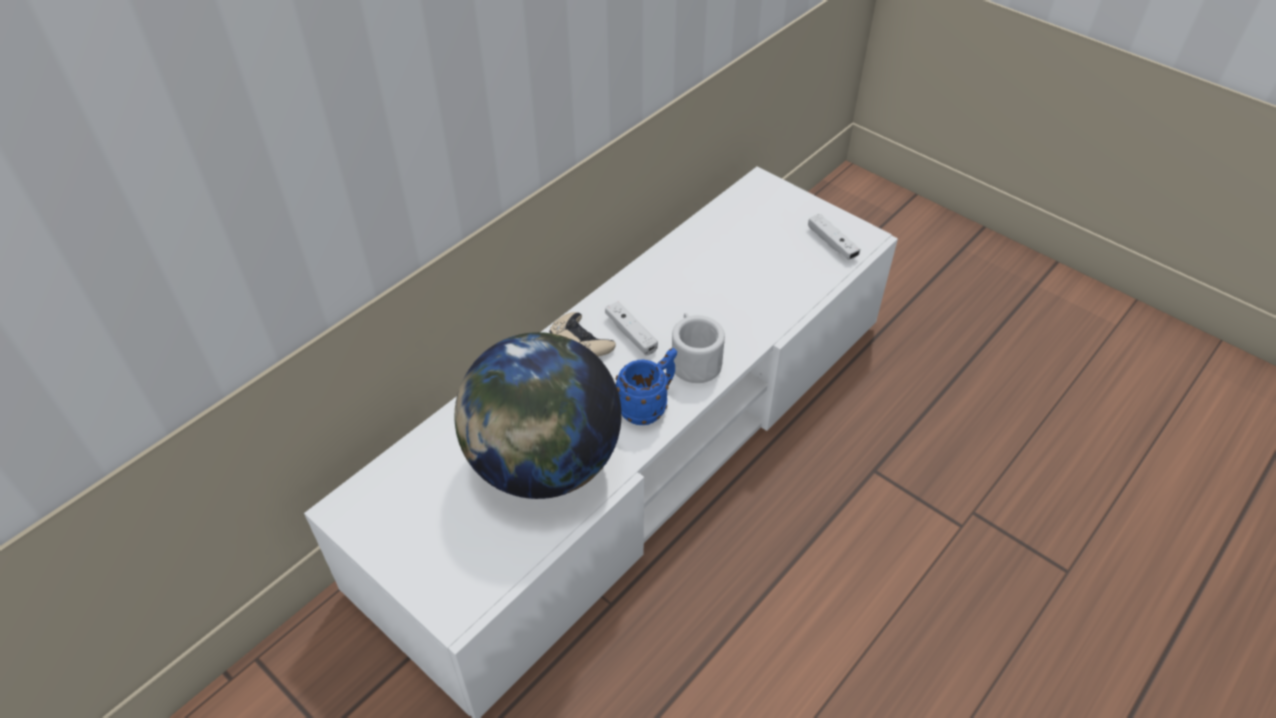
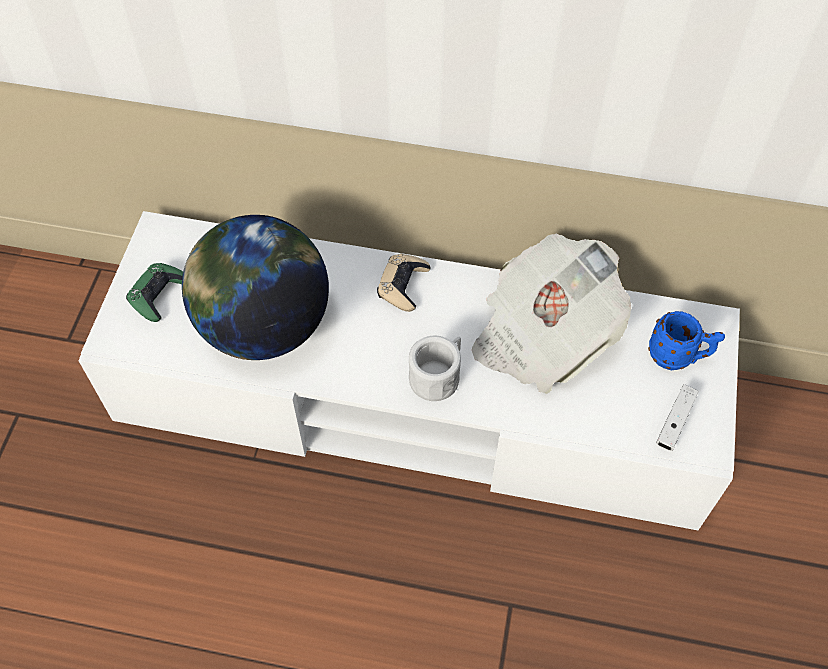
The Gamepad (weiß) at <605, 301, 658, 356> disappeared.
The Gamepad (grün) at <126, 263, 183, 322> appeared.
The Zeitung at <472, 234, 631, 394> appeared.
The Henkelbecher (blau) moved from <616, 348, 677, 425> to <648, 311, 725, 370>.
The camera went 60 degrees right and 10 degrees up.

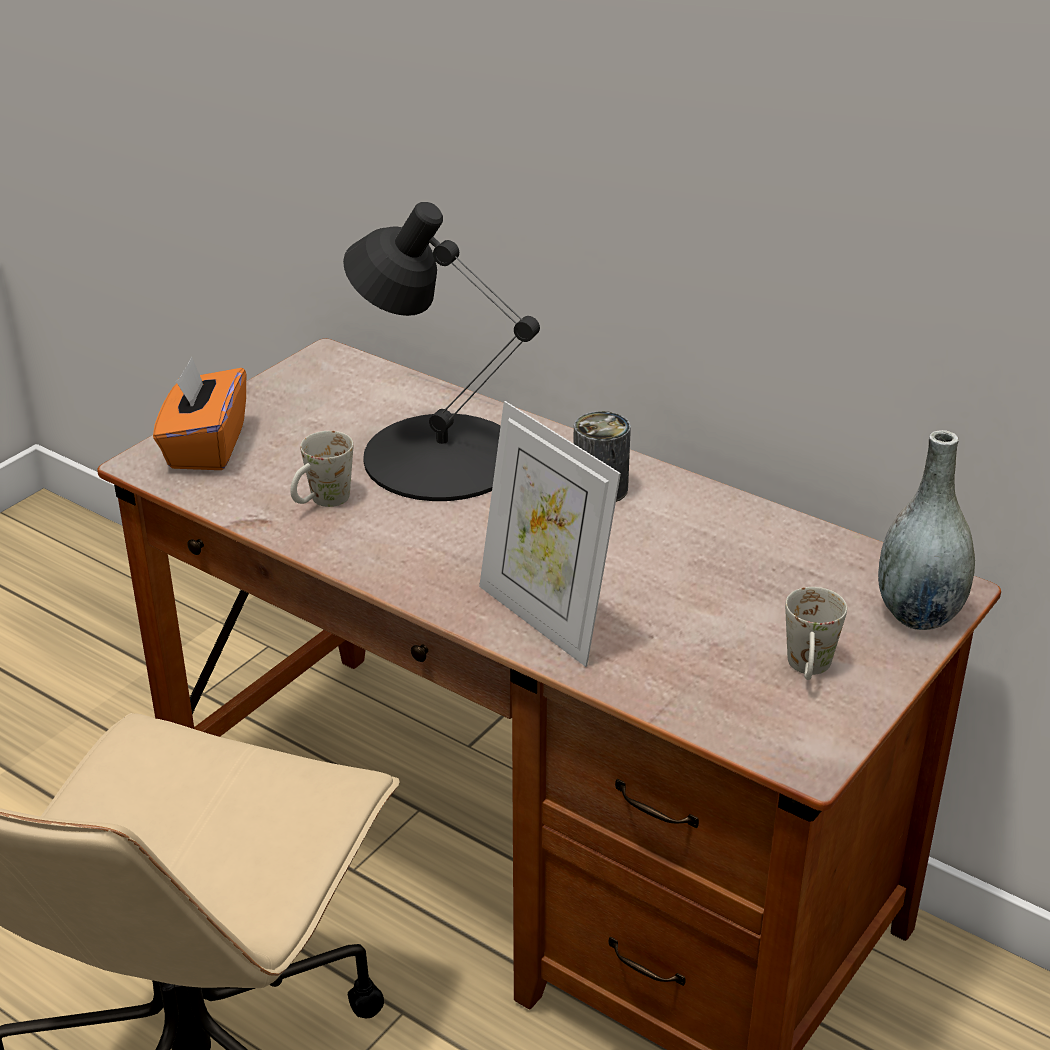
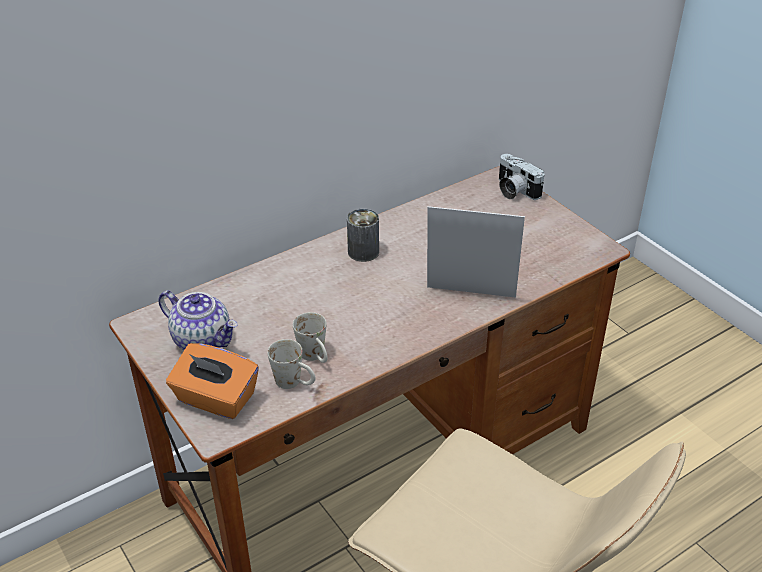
The Tischlampe (schwarz) at <343, 202, 540, 501> disappeared.
The Teekanne at <159, 290, 238, 350> appeared.
The Henkelbecher (weiß) moved from <785, 587, 847, 680> to <267, 339, 316, 389>.
The Vase (grau) at <878, 430, 975, 630> was replaced by the Kamera at <499, 154, 544, 200>.
The Bilderrahmen at <479, 401, 621, 667> turned 150 degrees counterclockwise.
The camera went 70 degrees left and 5 degrees up.

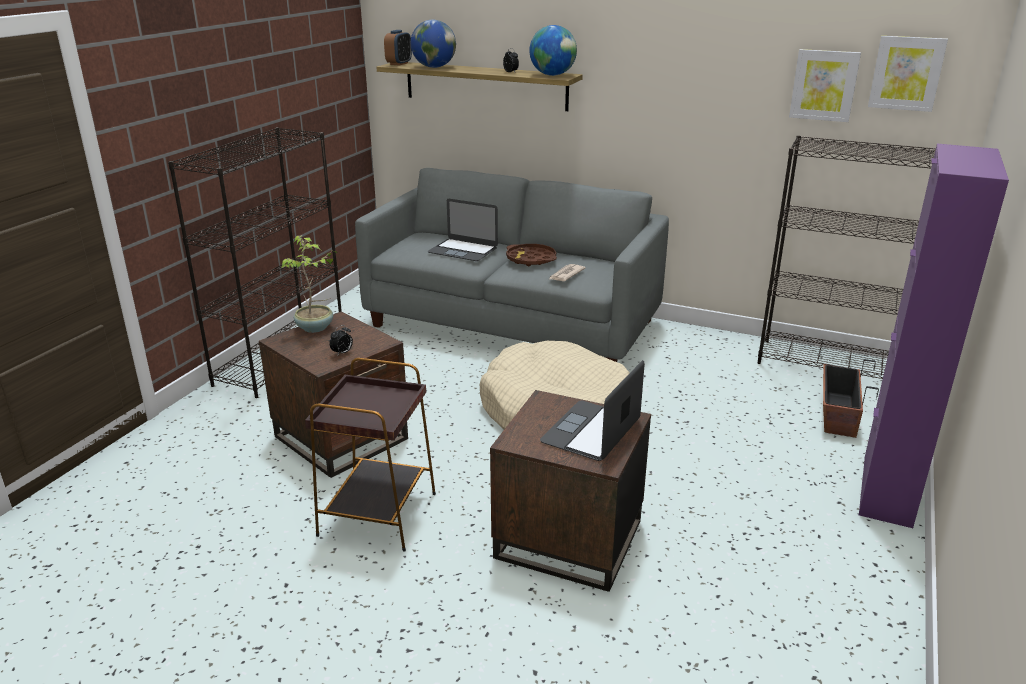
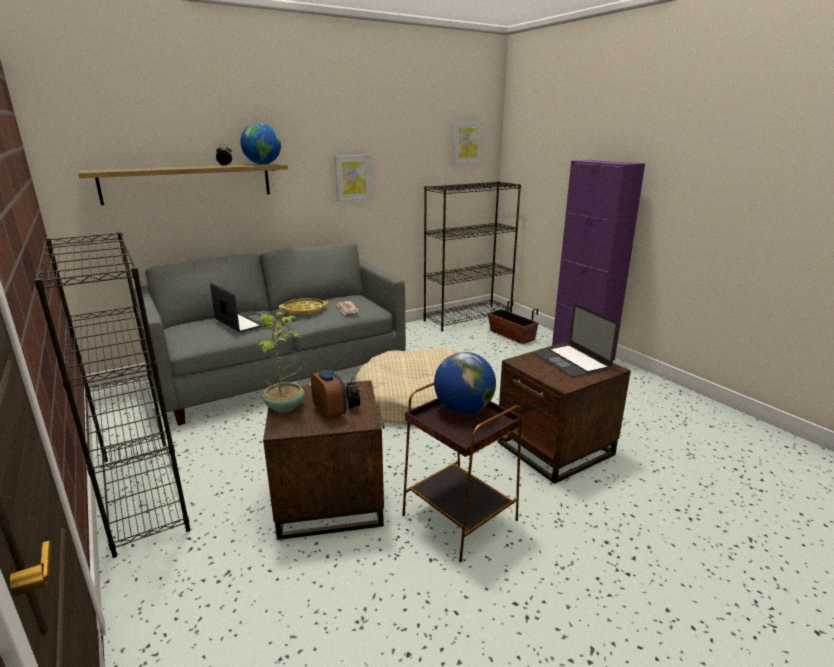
The Wecker moved from <384, 30, 412, 66> to <311, 370, 347, 420>.
The Globus moved from <411, 20, 456, 68> to <434, 352, 496, 414>.
The Bild moved from <789, 49, 861, 122> to <335, 155, 372, 202>.
The Tablett (braun) at <506, 244, 557, 266> became the Tablett (gelb) at <279, 298, 328, 315>.
The Laptop at <428, 199, 498, 261> turned 105 degrees counterclockwise.
The camera went 55 degrees left and 5 degrees down.

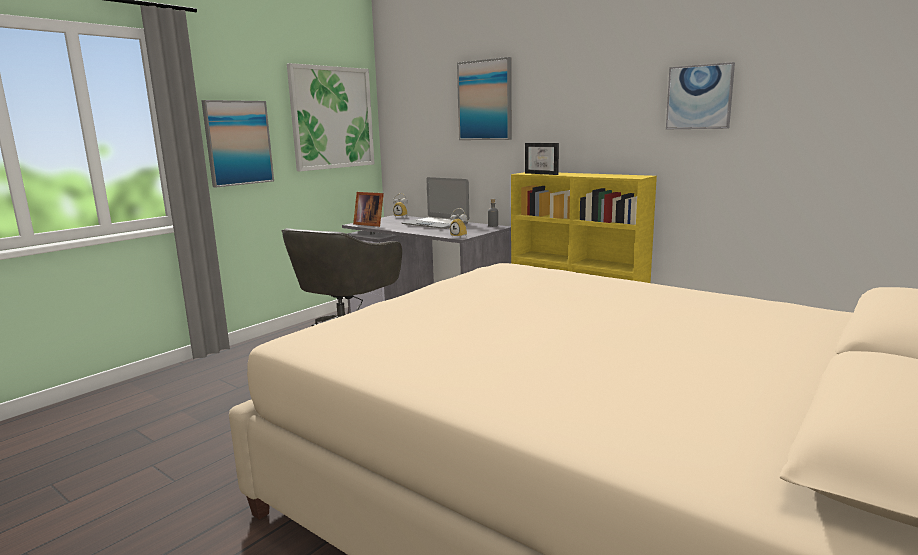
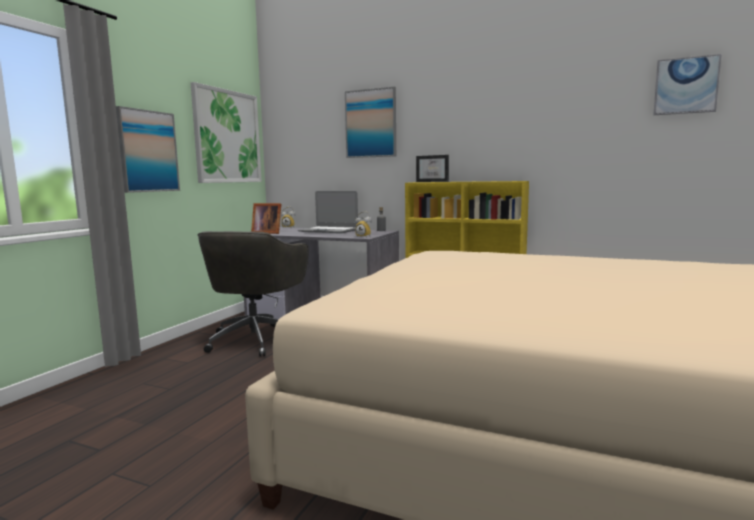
The Bild moved from <666, 62, 735, 130> to <653, 54, 722, 115>.
The camera went 15 degrees left and 5 degrees down.

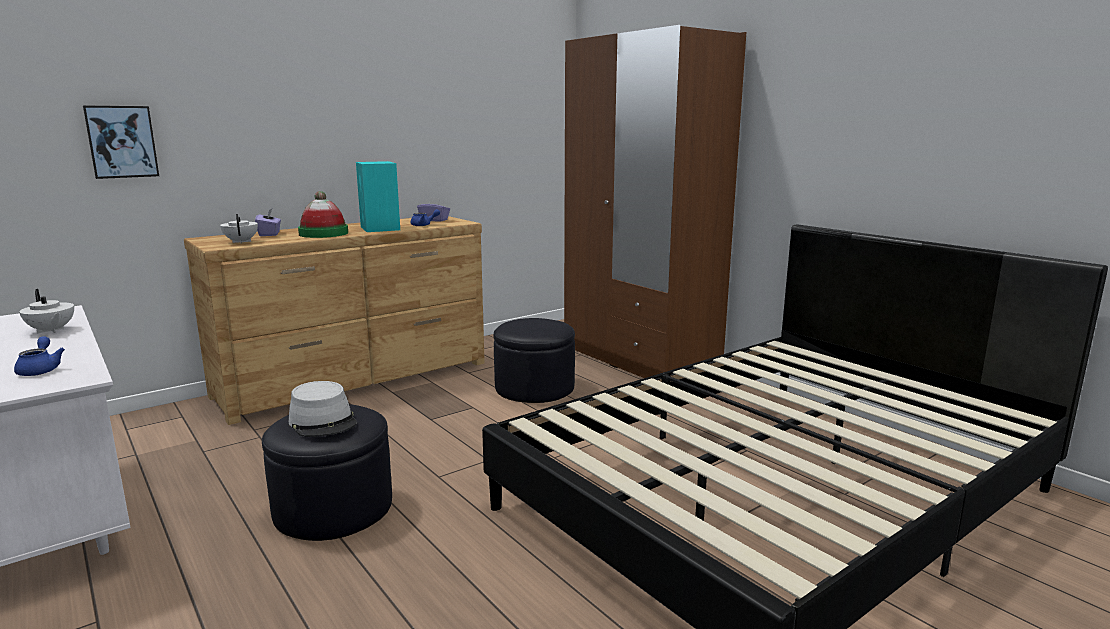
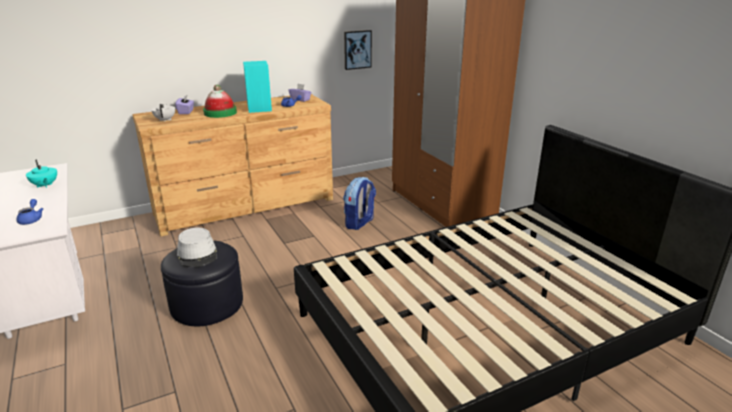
The Bild moved from <83, 106, 159, 179> to <344, 30, 372, 70>.
The Polsterhocker (schwarz) at <494, 318, 575, 403> was replaced by the Rucksack at <343, 177, 376, 230>.
The Teekanne (weiß) at <19, 289, 74, 333> became the Teekanne (türkis) at <26, 159, 57, 188>.
The camera went 10 degrees right and 10 degrees up.

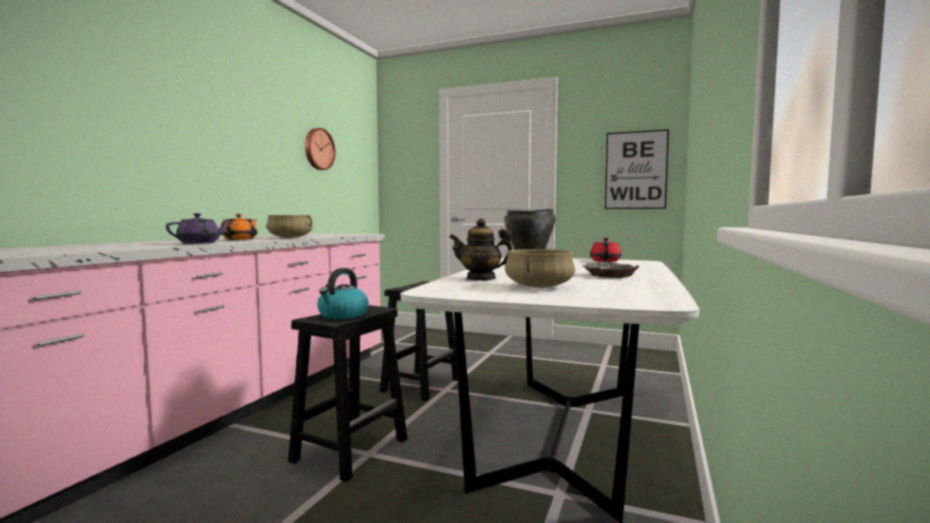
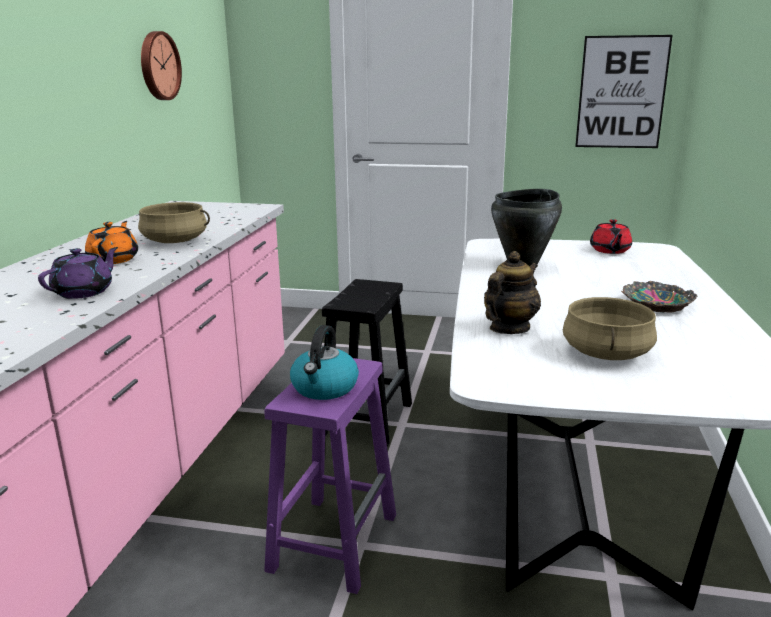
The Hocker (schwarz) at <288, 305, 407, 482> became the Hocker (lila) at <264, 358, 396, 594>.
The Teekanne at <449, 218, 512, 281> turned 135 degrees clockwise.
The camera went 10 degrees left and 15 degrees up.

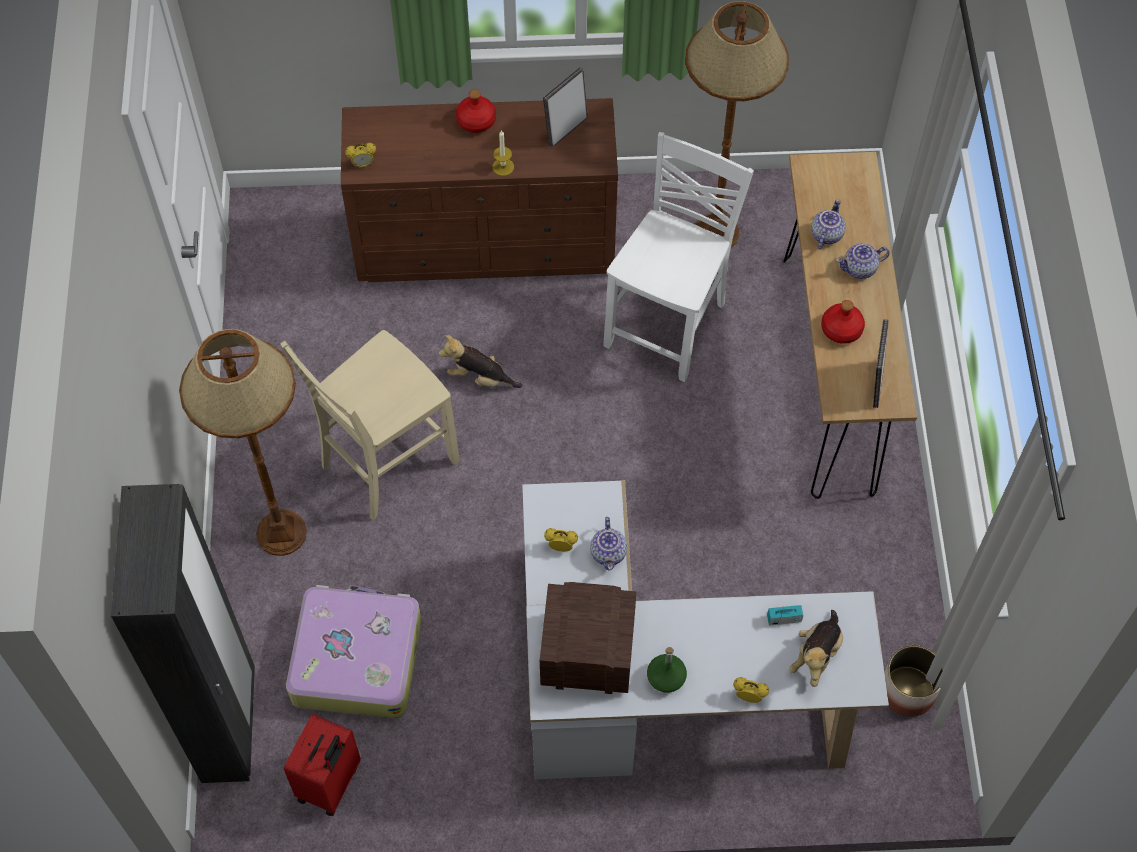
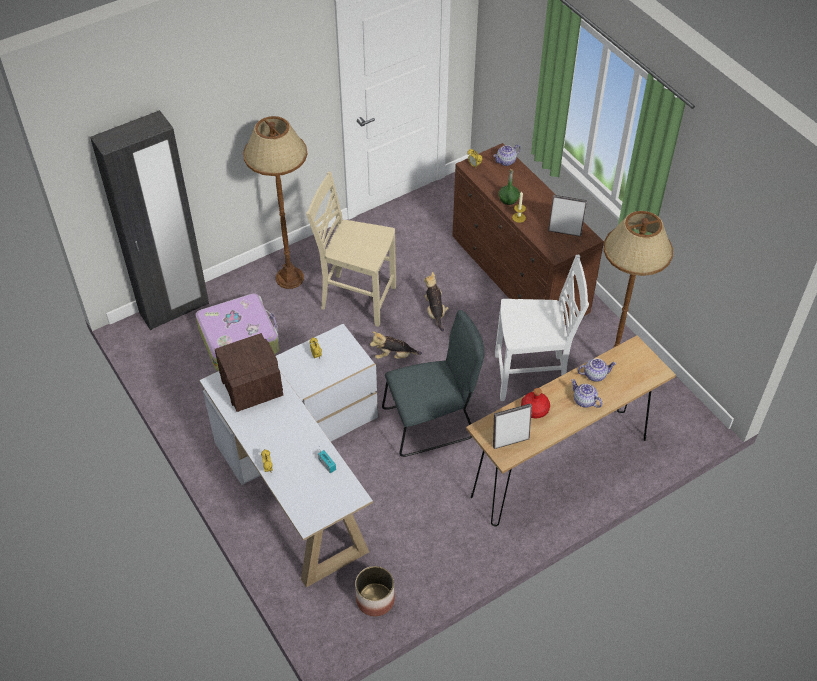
The Koffer (rot) at <284, 714, 361, 816> disappeared.
The Flasche (rot) at <456, 89, 496, 133> disappeared.
The Stuhl (grau) at <382, 310, 484, 457> appeared.
The Teekanne moved from <590, 517, 627, 570> to <493, 145, 521, 166>.
The Flasche (grün) moved from <647, 647, 687, 693> to <499, 169, 520, 205>.
The Plüschtier moved from <789, 610, 843, 687> to <370, 331, 422, 359>.
The camera went 60 degrees right and 10 degrees down.

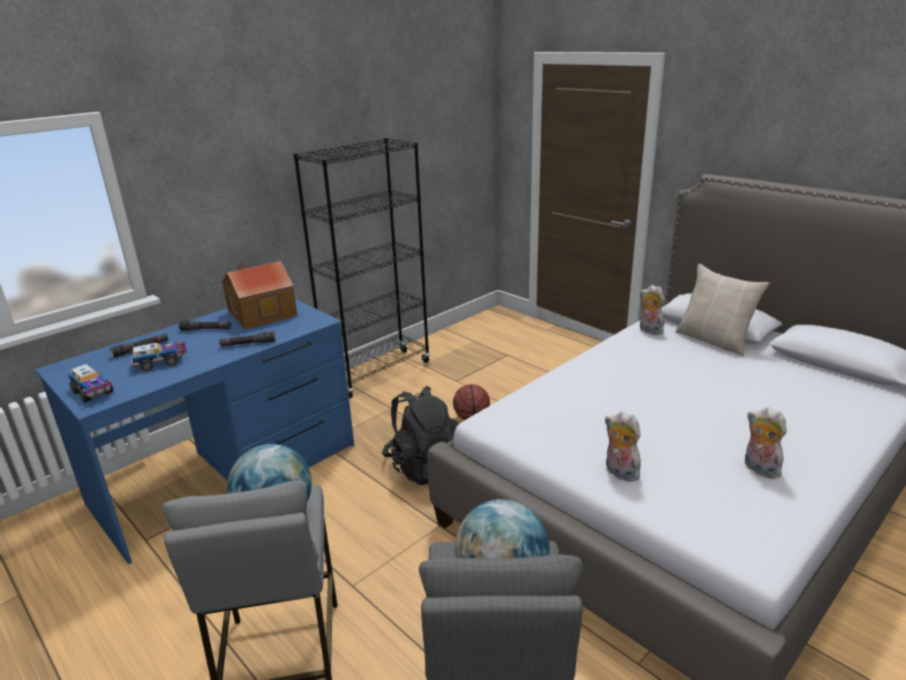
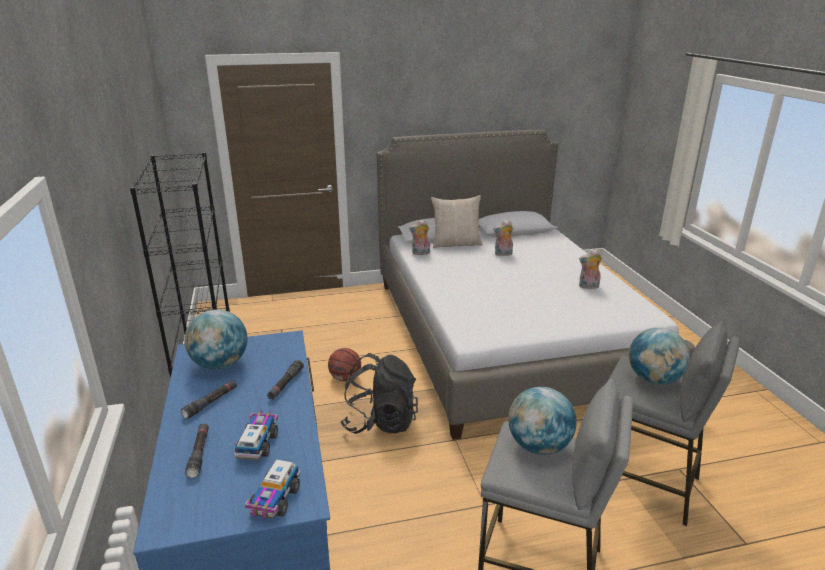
The Plüschtier moved from <605, 411, 642, 482> to <493, 220, 513, 256>.
The Spielzeughaus at <222, 261, 297, 330> was replaced by the Globus at <184, 309, 248, 370>.
The Spielzeuglaster at <69, 364, 113, 403> turned 120 degrees clockwise.
The camera went 60 degrees left and 0 degrees up.

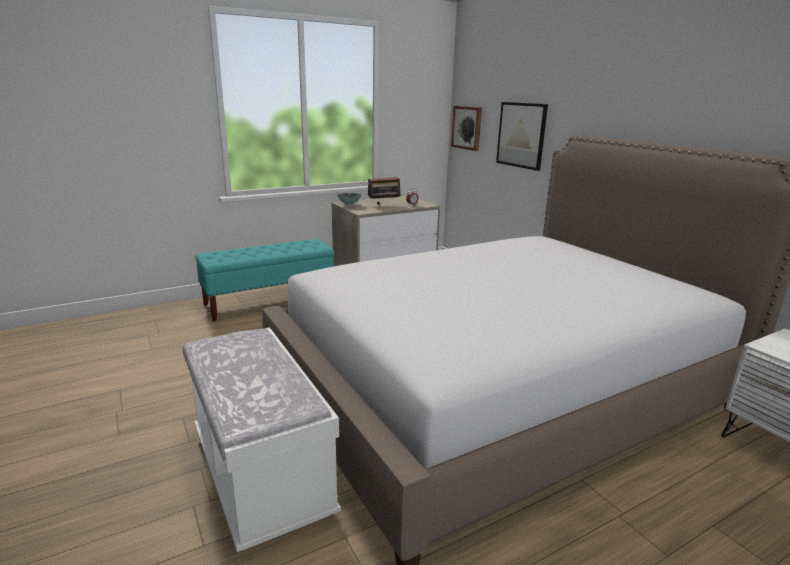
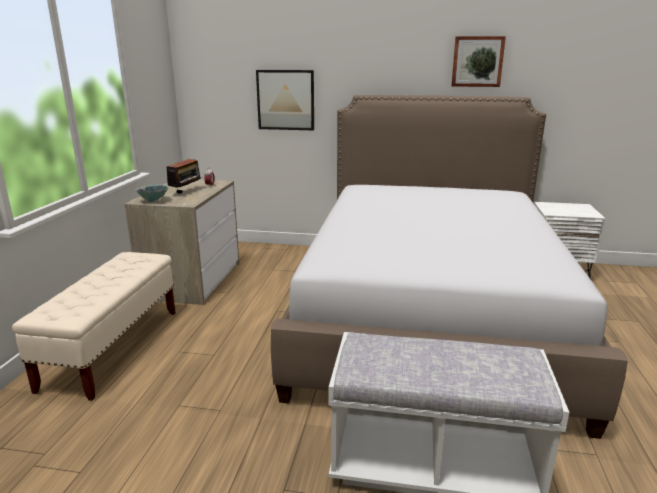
The Bild moved from <451, 106, 482, 151> to <451, 36, 506, 87>.
The Bank (türkis) at <196, 239, 334, 322> became the Bank (beige) at <12, 252, 176, 401>.
The camera went 50 degrees left and 0 degrees up.

